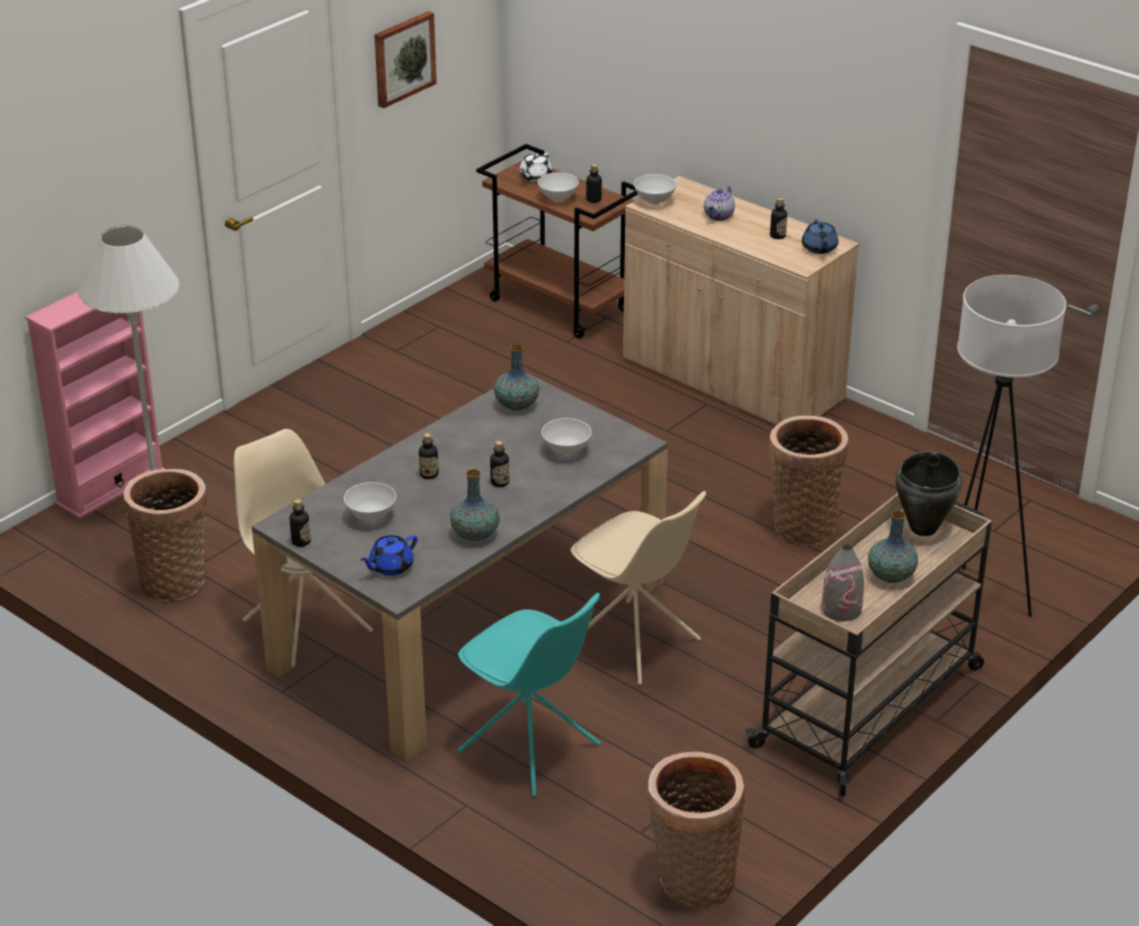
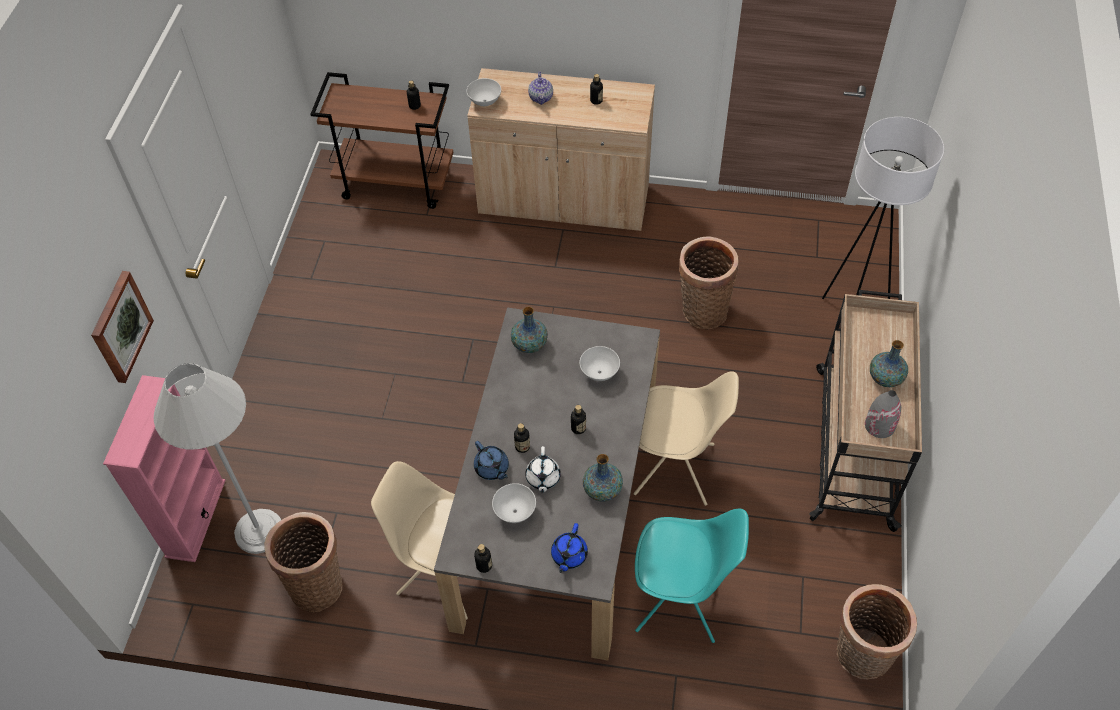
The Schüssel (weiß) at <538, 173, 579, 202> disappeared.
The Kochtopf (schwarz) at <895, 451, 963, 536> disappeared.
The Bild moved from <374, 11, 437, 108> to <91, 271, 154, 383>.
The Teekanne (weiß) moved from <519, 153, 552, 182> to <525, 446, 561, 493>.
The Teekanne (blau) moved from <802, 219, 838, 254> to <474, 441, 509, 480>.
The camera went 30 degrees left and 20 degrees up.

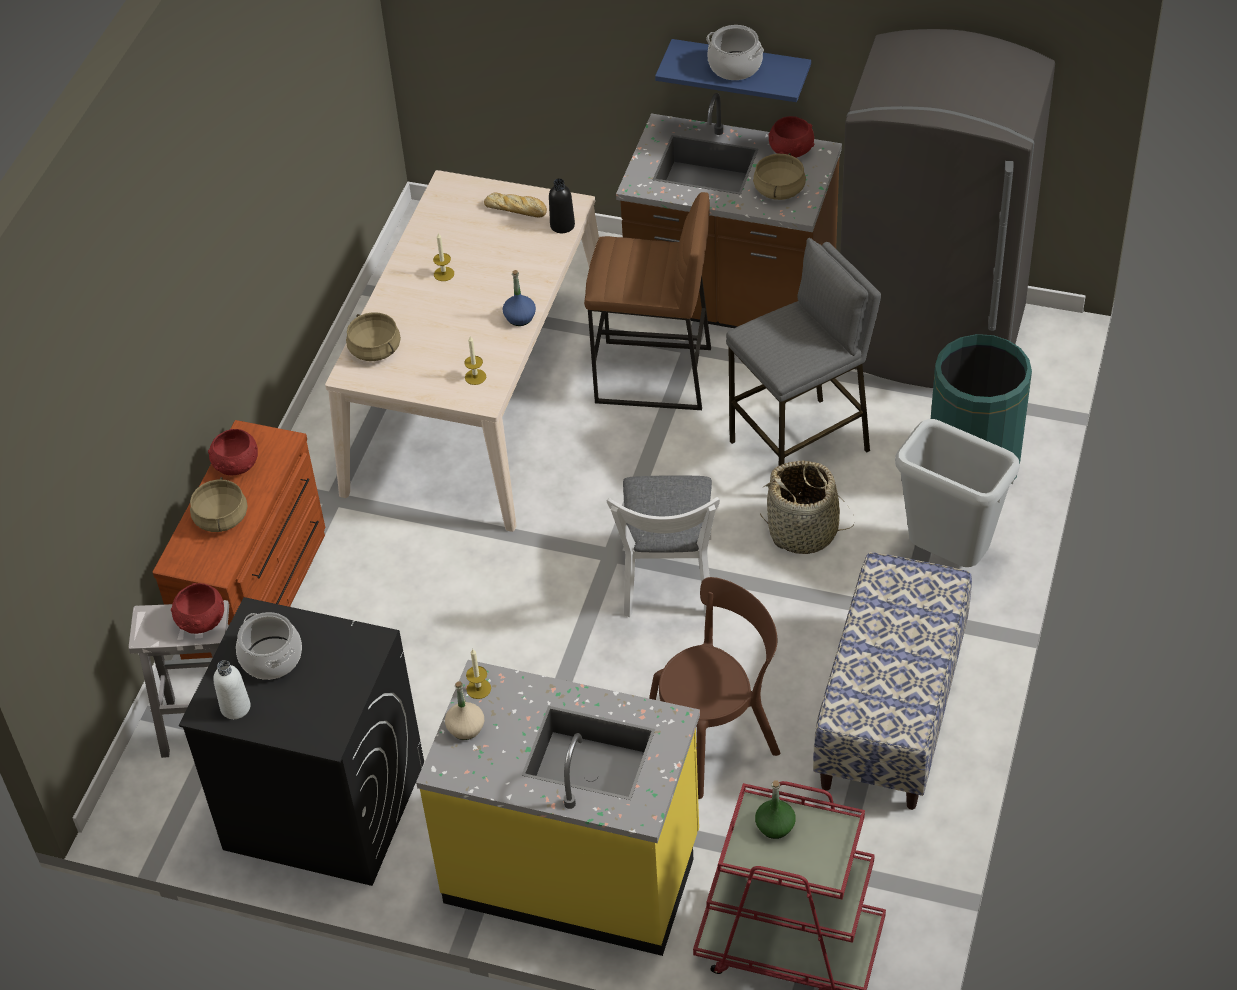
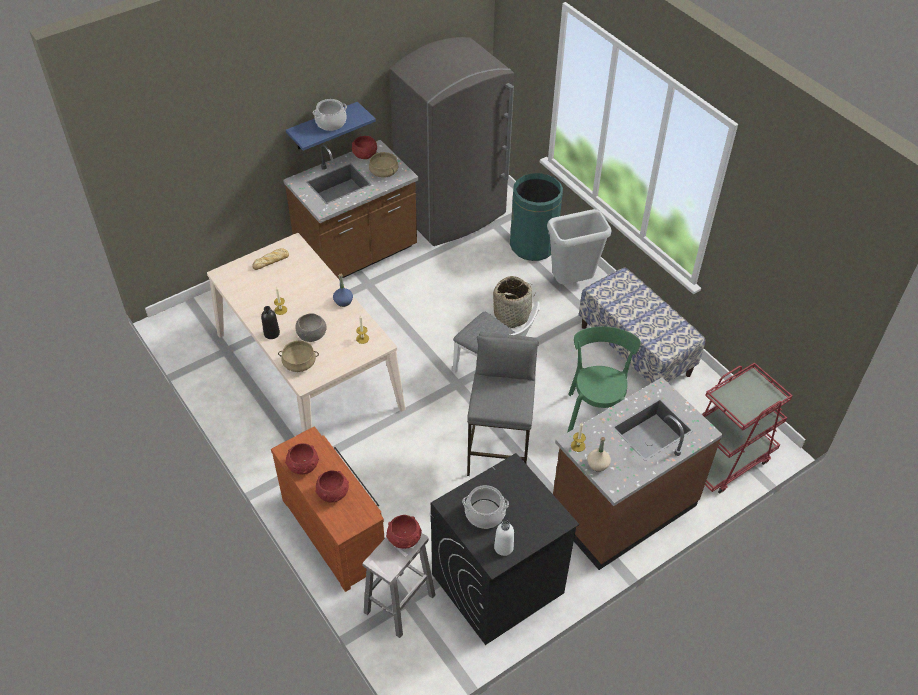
The Hocker (braun) at <584, 192, 711, 410> disappeared.
The Flasche (grün) at <755, 780, 796, 839> disappeared.
The Schüssel (grau) at <295, 313, 326, 342> appeared.
The Flasche (schwarz) moved from <549, 178, 575, 233> to <261, 306, 280, 339>.
The Hocker (grau) moved from <726, 238, 881, 466> to <467, 332, 539, 476>.
The Kochtopf (beige) at <190, 477, 248, 532> was replaced by the Schüssel (rot) at <315, 470, 349, 502>.
The Küchenzeile (gelb) at <416, 660, 700, 956> became the Küchenzeile (braun) at <553, 377, 723, 570>.
The Stuhl (braun) at <649, 577, 780, 799> became the Stuhl (grün) at <567, 326, 641, 433>.
The camera went 55 degrees left and 0 degrees up.

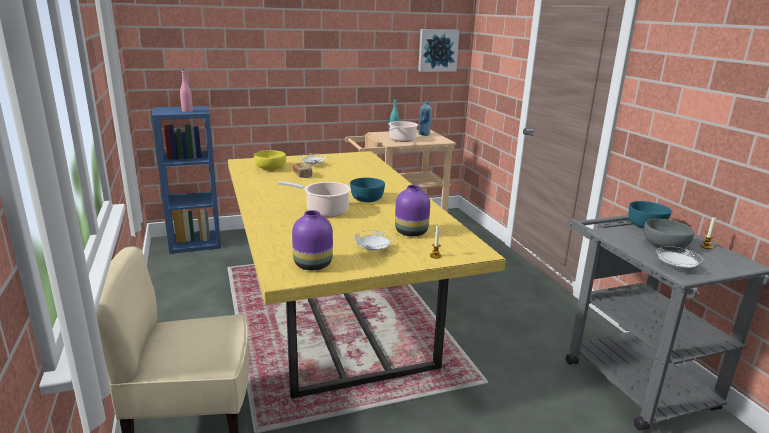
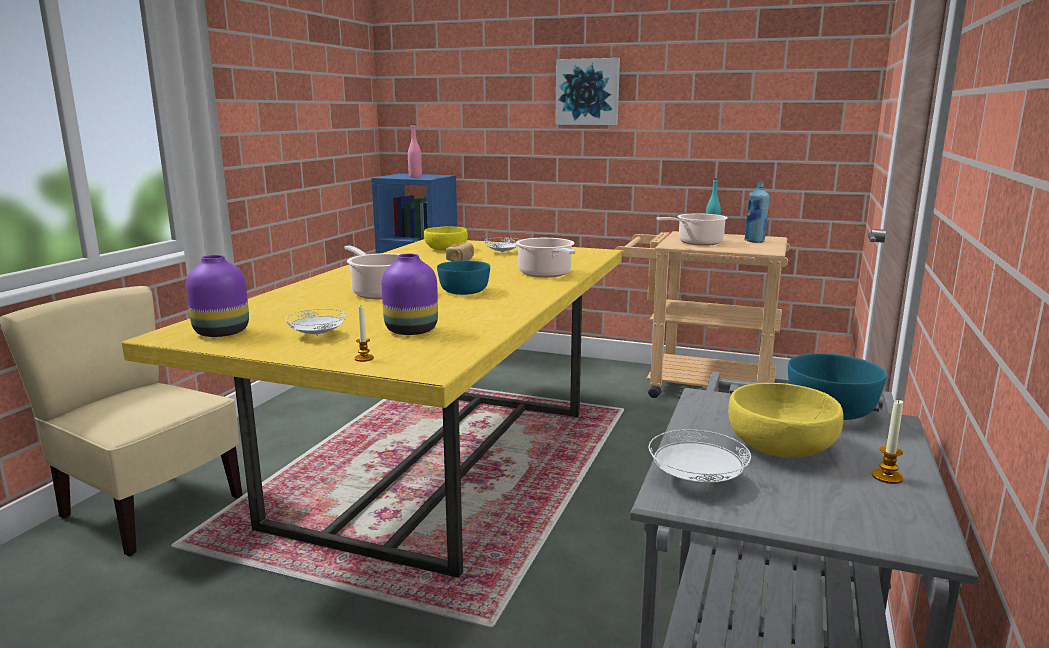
The Kochtopf at <516, 238, 575, 278> appeared.
The Bild moved from <418, 29, 460, 72> to <555, 58, 620, 125>.
The Schüssel (grau) at <644, 219, 694, 250> became the Schüssel (gelb) at <728, 383, 844, 458>.
The camera went 40 degrees right and 5 degrees down.

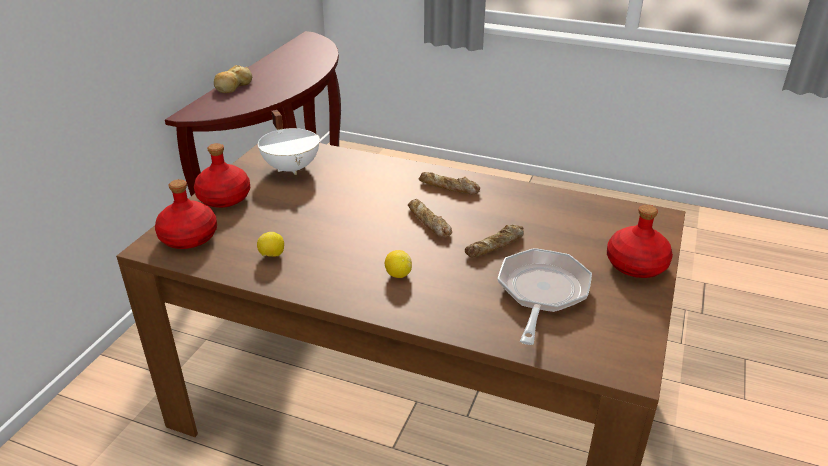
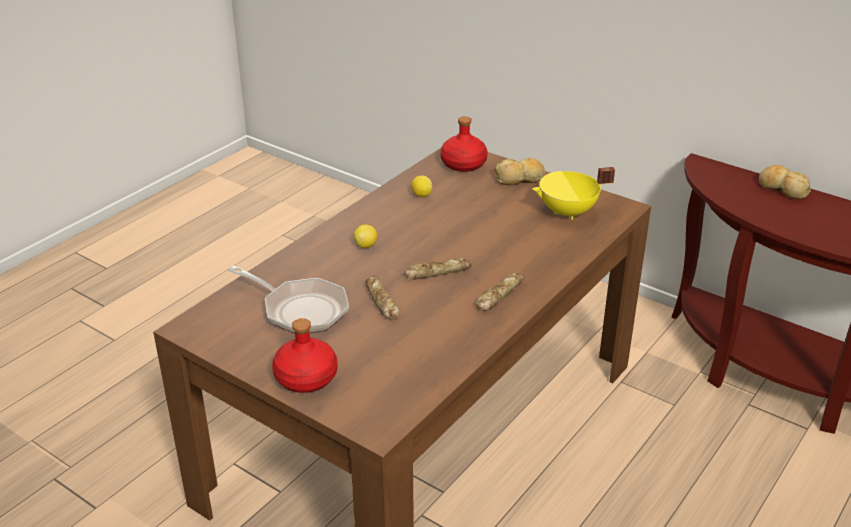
The Flasche (rot) at <194, 143, 250, 208> was replaced by the Brot at <495, 158, 545, 185>.
The Kochtopf (weiß) at <258, 110, 320, 175> became the Kochtopf (gelb) at <532, 167, 615, 220>.
The camera went 105 degrees right and 0 degrees up.

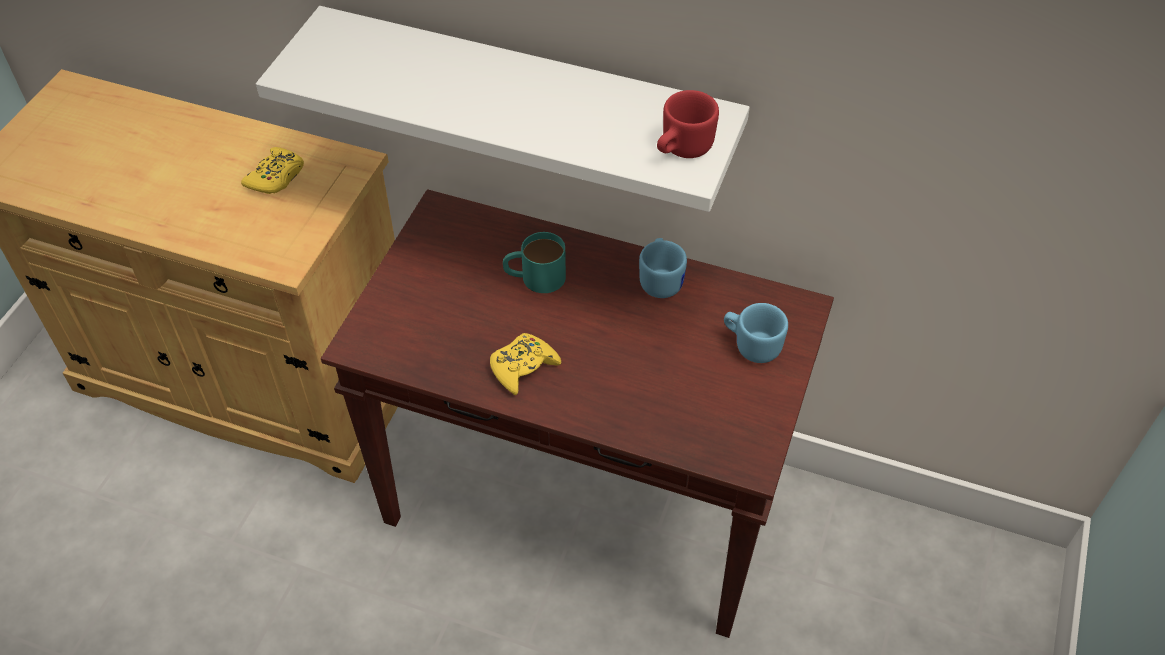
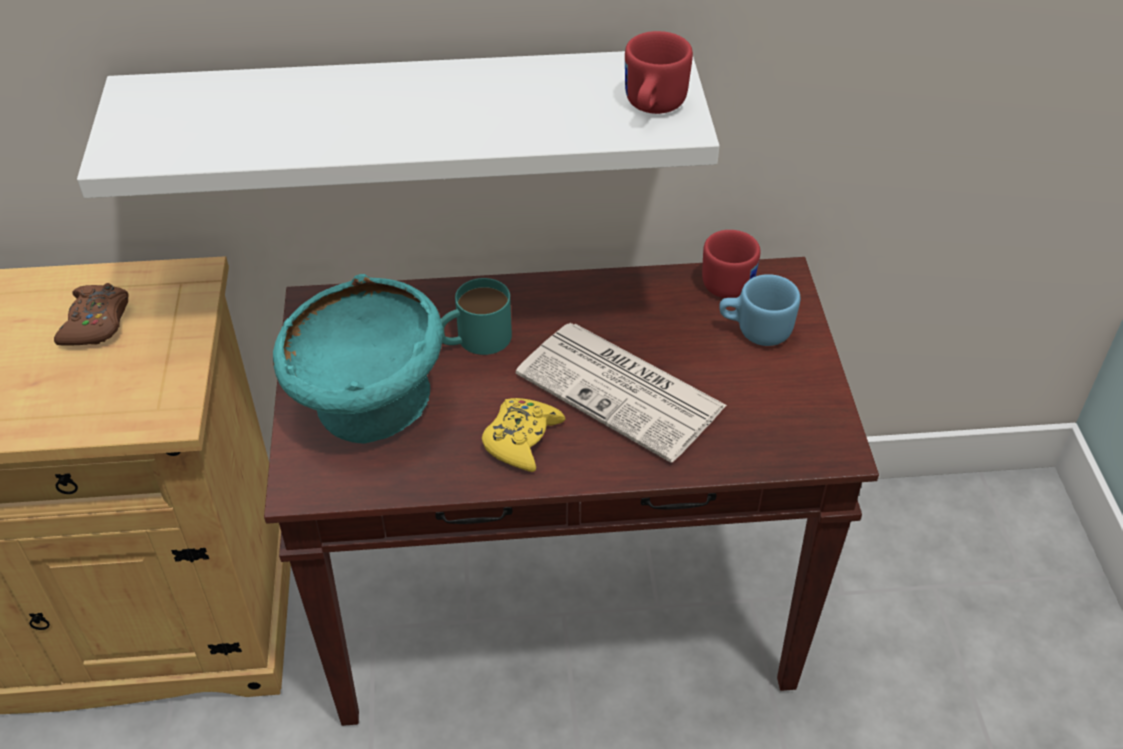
The Henkelbecher (blau) at <639, 238, 687, 298> disappeared.
The Schüssel (türkis) at <273, 274, 443, 444> appeared.
The Zeitung at <516, 323, 727, 463> appeared.
The Henkelbecher (rot) at <702, 230, 760, 298> appeared.
The Gamepad (gelb) at <241, 147, 304, 194> became the Gamepad (braun) at <54, 283, 129, 346>.
The camera went 25 degrees left and 5 degrees down.

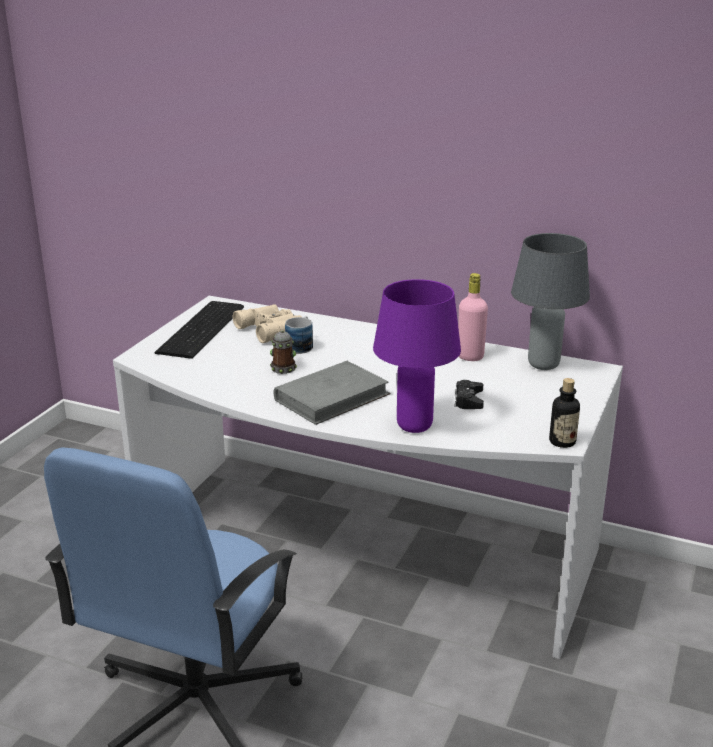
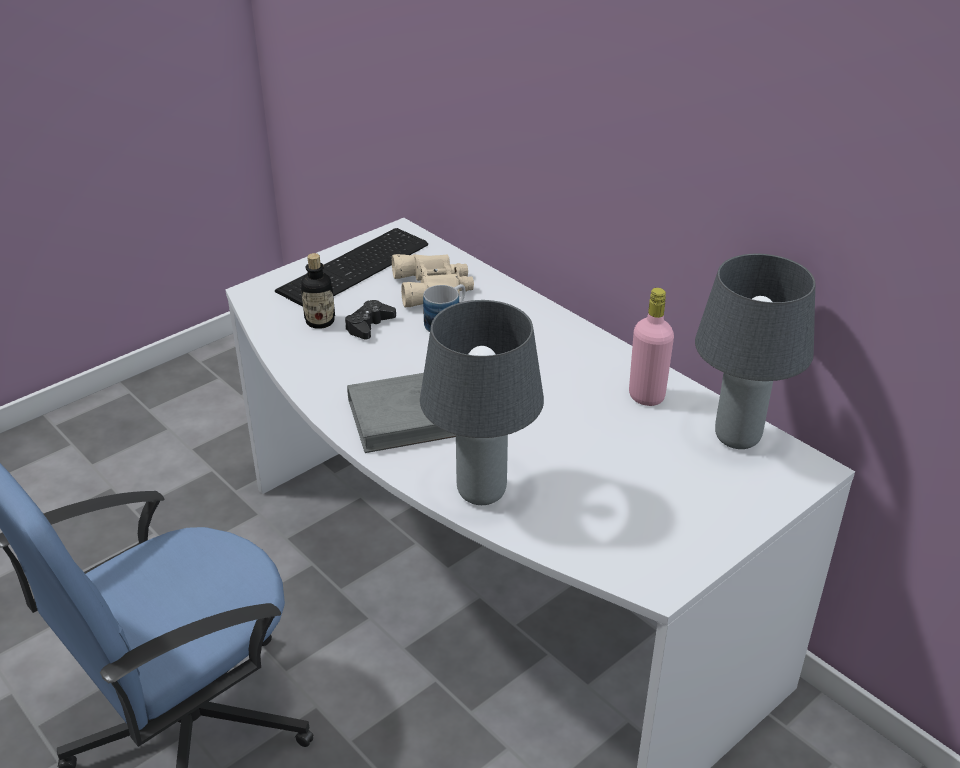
The Henkelbecher at <270, 330, 297, 374> disappeared.
The Gamepad (schwarz) moved from <454, 380, 484, 409> to <345, 300, 396, 339>.
The Flasche moved from <549, 378, 580, 448> to <301, 253, 335, 329>.
The Tischlampe (lila) at <373, 279, 461, 433> became the Tischlampe (grau) at <420, 300, 544, 505>.
The camera went 25 degrees right and 10 degrees up.

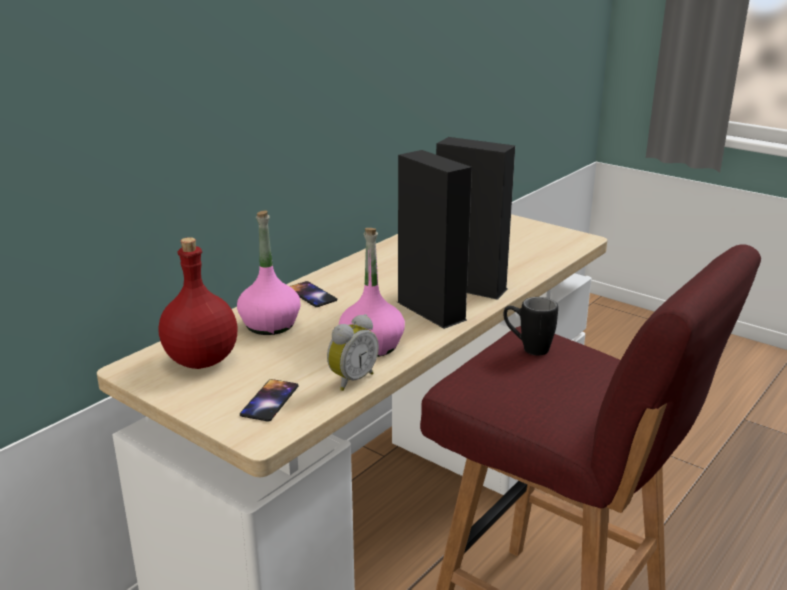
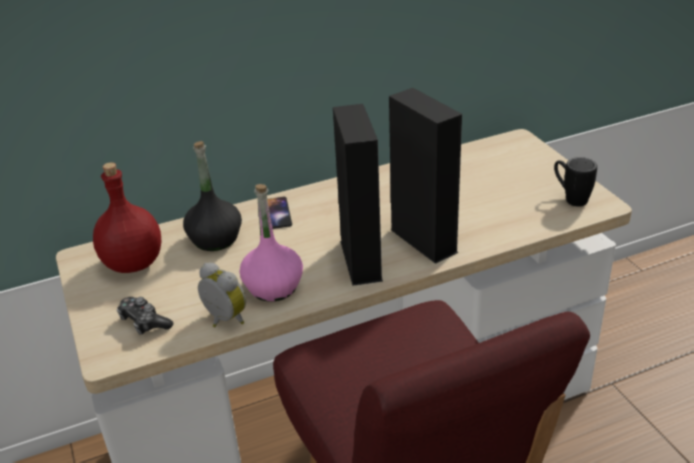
The Henkelbecher (schwarz) moved from <503, 297, 558, 355> to <554, 157, 597, 207>.
The Handy at <240, 379, 298, 422> was replaced by the Gamepad at <117, 297, 174, 335>.
The Flasche (rosa) at <237, 211, 301, 335> became the Flasche (schwarz) at <183, 141, 242, 251>.
The Wecker at <327, 314, 379, 391> turned 120 degrees counterclockwise.
The camera went 30 degrees right and 10 degrees up.

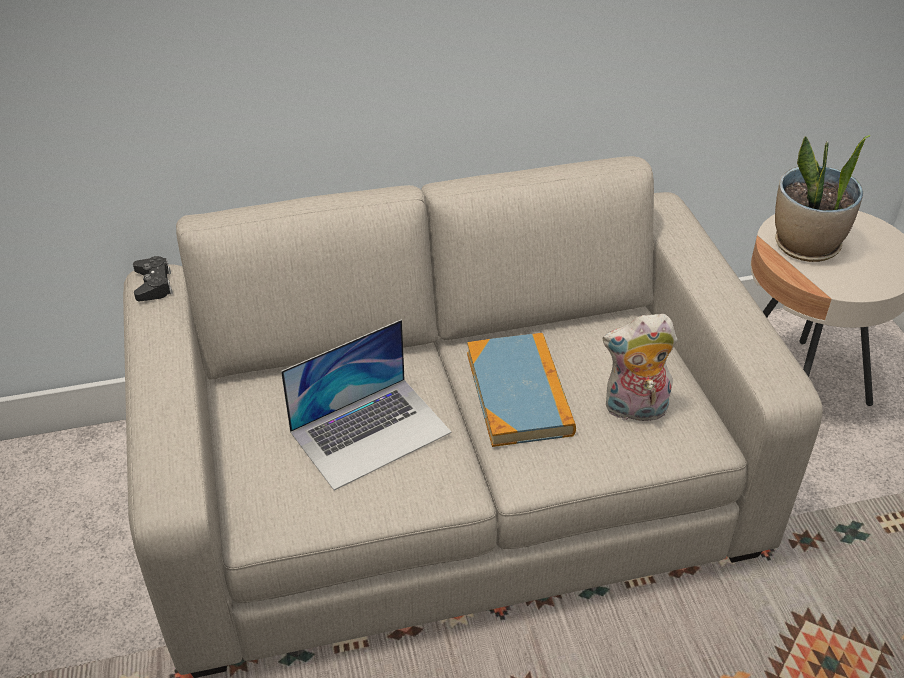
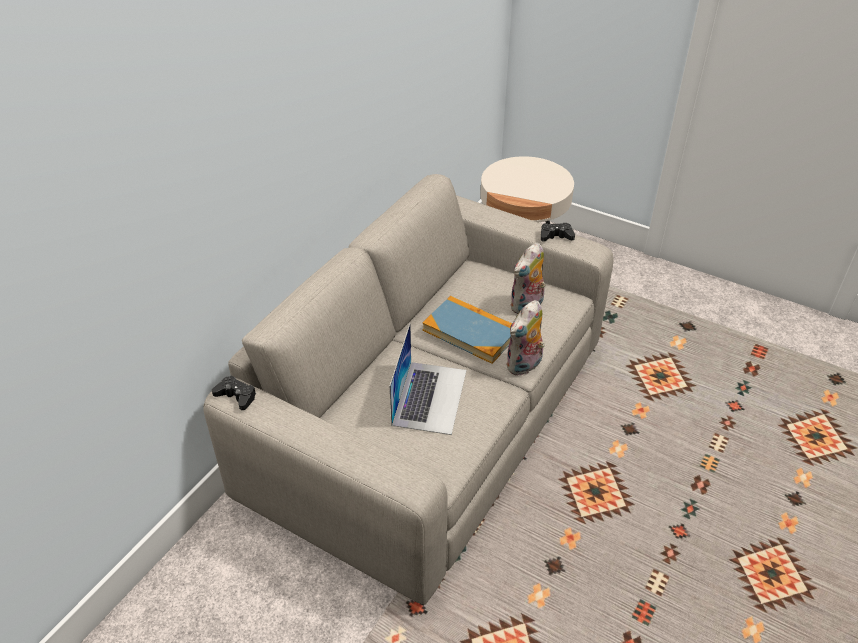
The Topfpflanze at <775, 135, 871, 262> disappeared.
The Plüschtier at <506, 300, 545, 376> appeared.
The Gamepad (schwarz) at <541, 223, 575, 242> appeared.
The camera went 45 degrees left and 0 degrees up.

